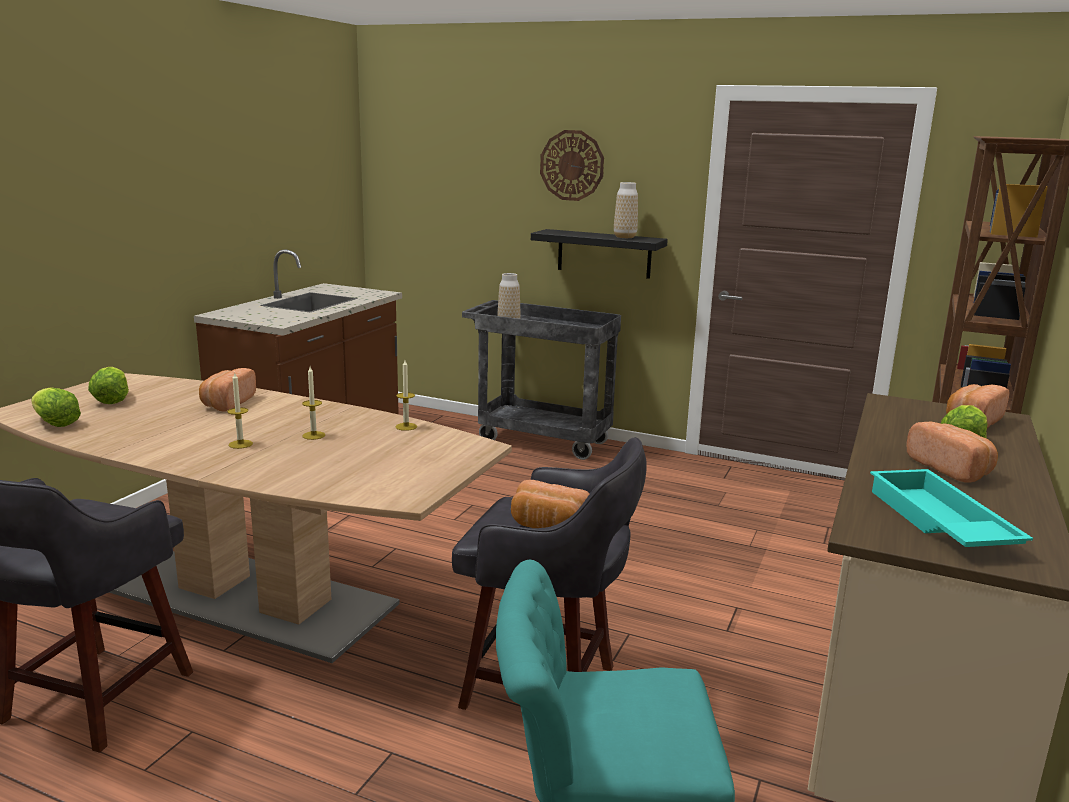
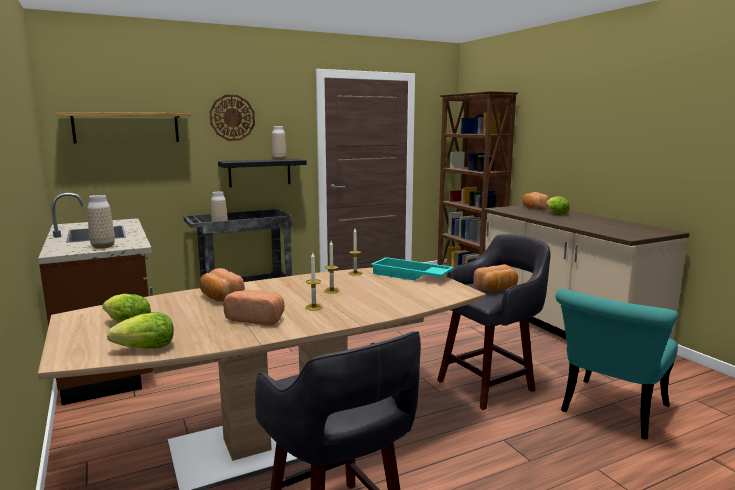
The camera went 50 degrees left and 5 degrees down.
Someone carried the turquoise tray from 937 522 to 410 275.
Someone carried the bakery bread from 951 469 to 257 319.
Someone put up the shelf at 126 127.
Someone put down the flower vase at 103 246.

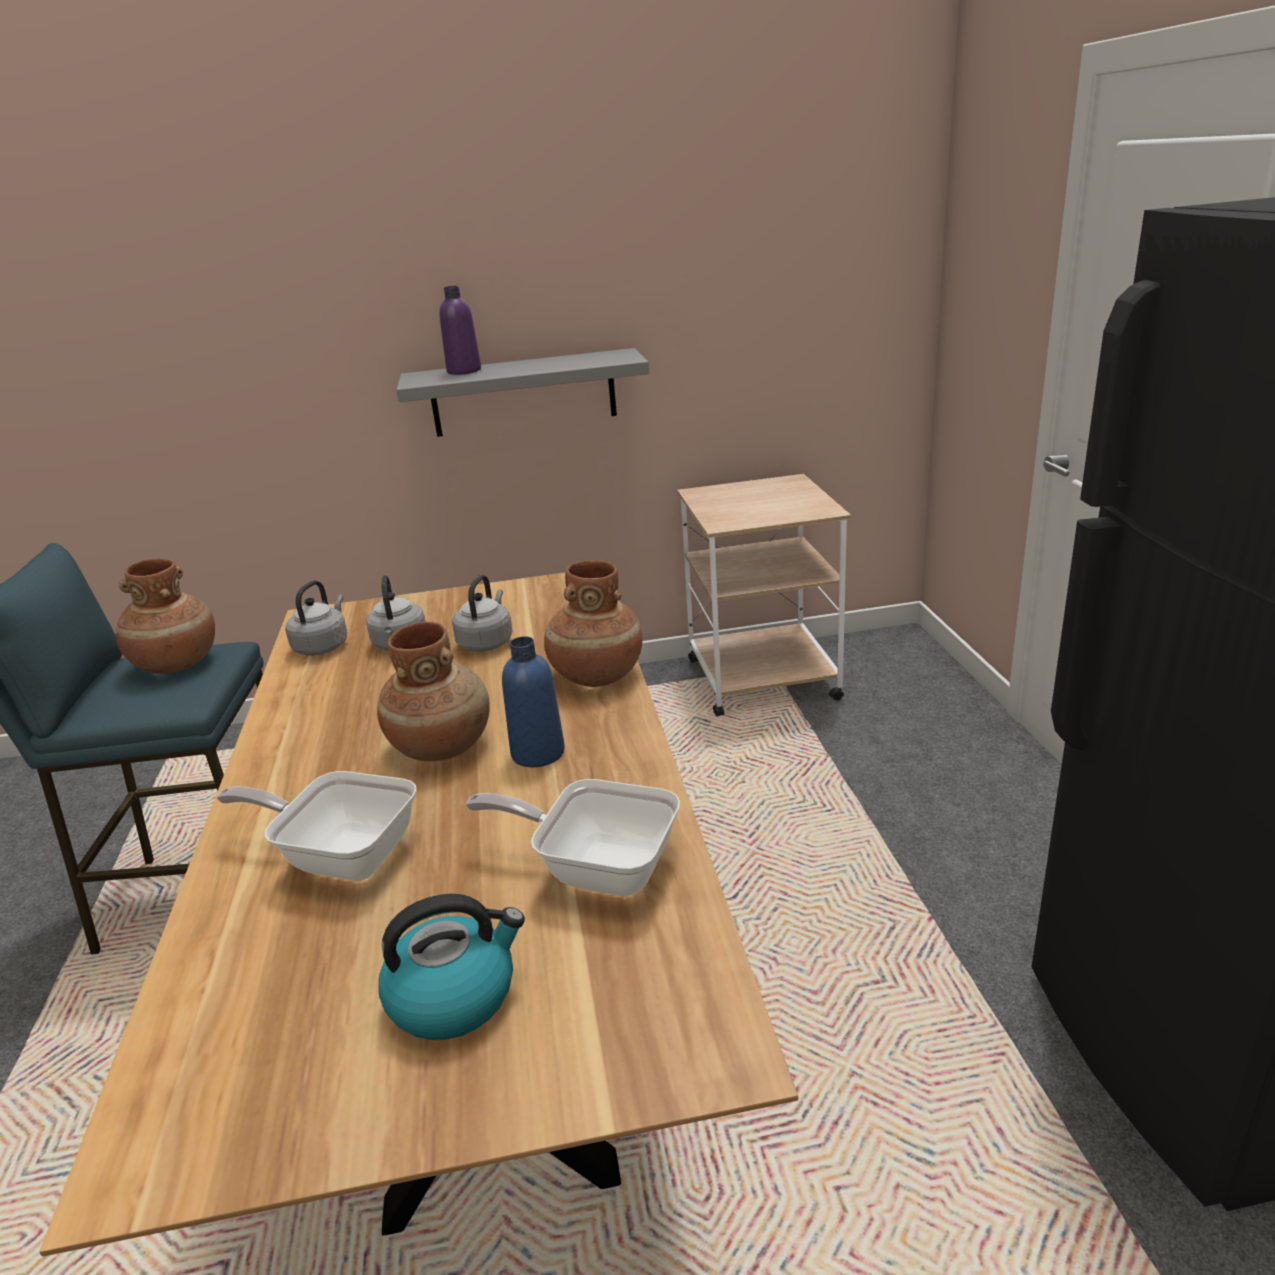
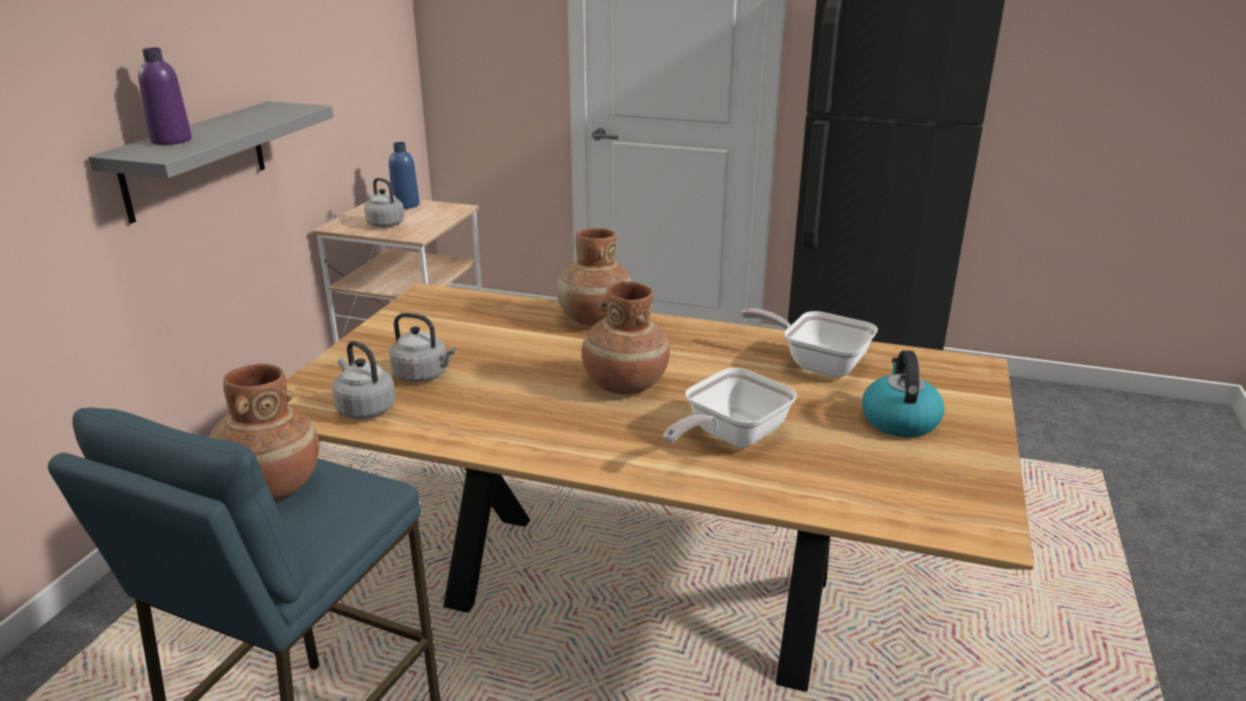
The camera went 65 degrees left and 0 degrees up.
Someone carried the greyish water kettle from 487 642 to 384 224.
Someone rotated the pan at 597 867 by 75 degrees clockwise.
Someone carried the blue bottle from 538 753 to 406 205.

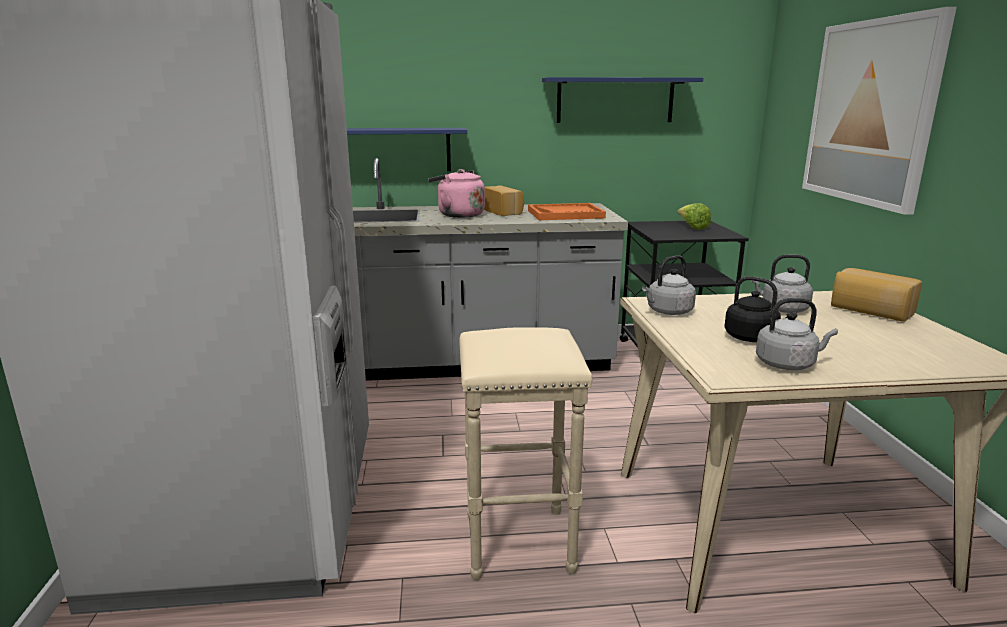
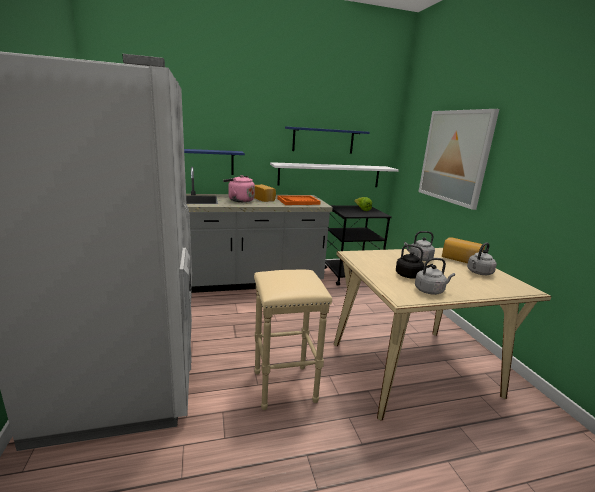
The camera went 10 degrees left and 0 degrees up.
Someone carried the greyish water kettle from 667 312 to 478 273.
Someone put up the white shelf at 329 175.

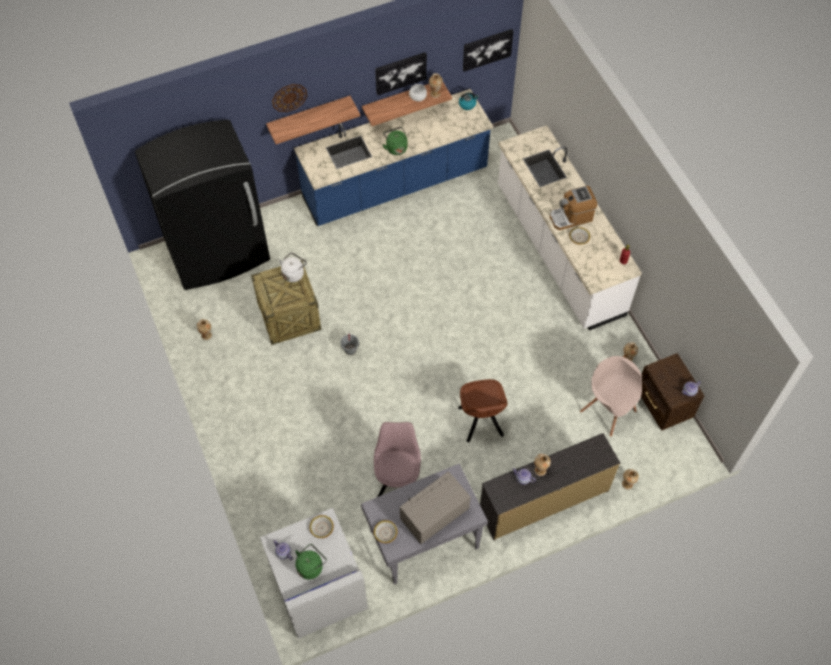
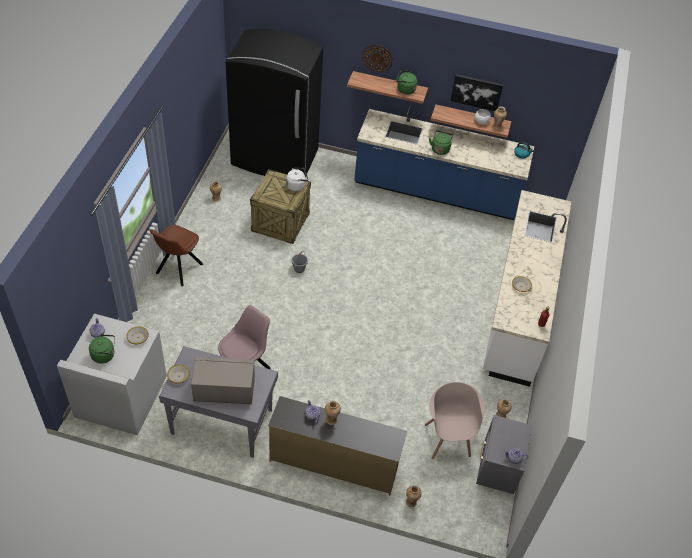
The camera went 35 degrees right and 10 degrees down.
Someone carried the brown plain chair from 481 422 to 178 268.
Someone took away the wall art at 487 49.
Someone took away the coffee maker at 571 217.
Someone repainted the brown bedside table at 663 406, which became the greyish bedside table at 496 469.
Someone put down the greenish water kettle at 404 90.

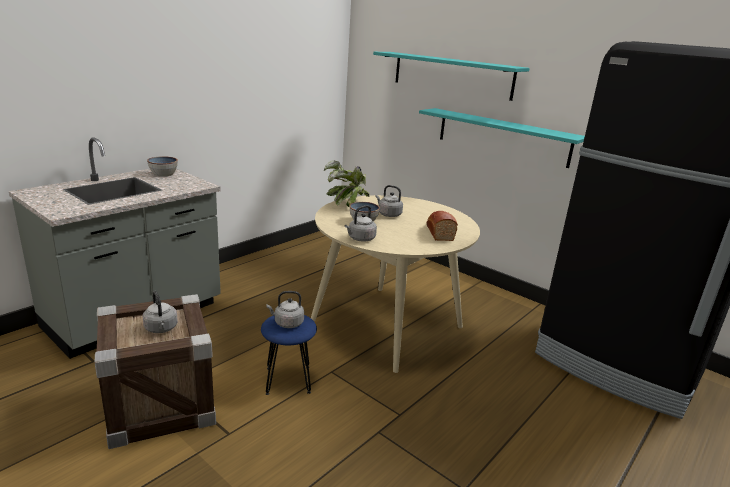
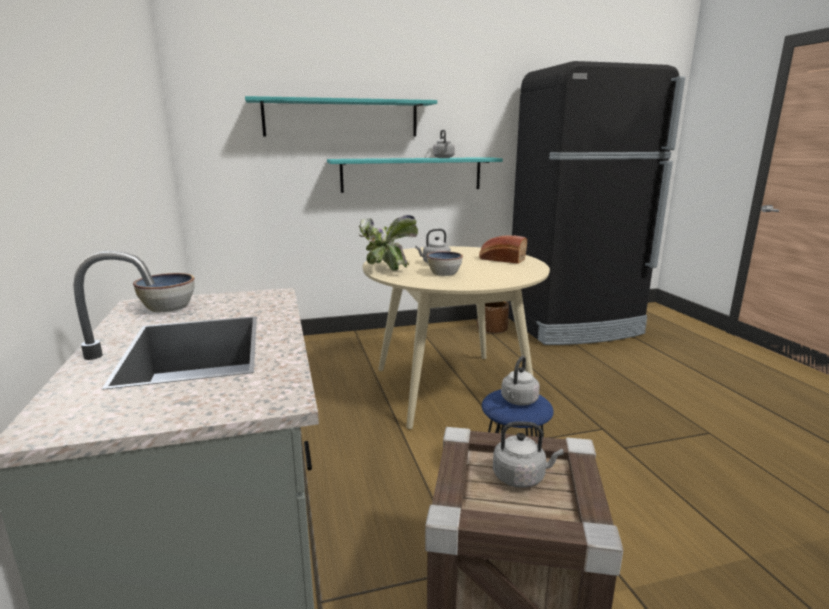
The camera went 55 degrees left and 5 degrees down.
Someone carried the greyish water kettle from 360 239 to 443 158.
Someone put down the brown plant pot at 492 329.

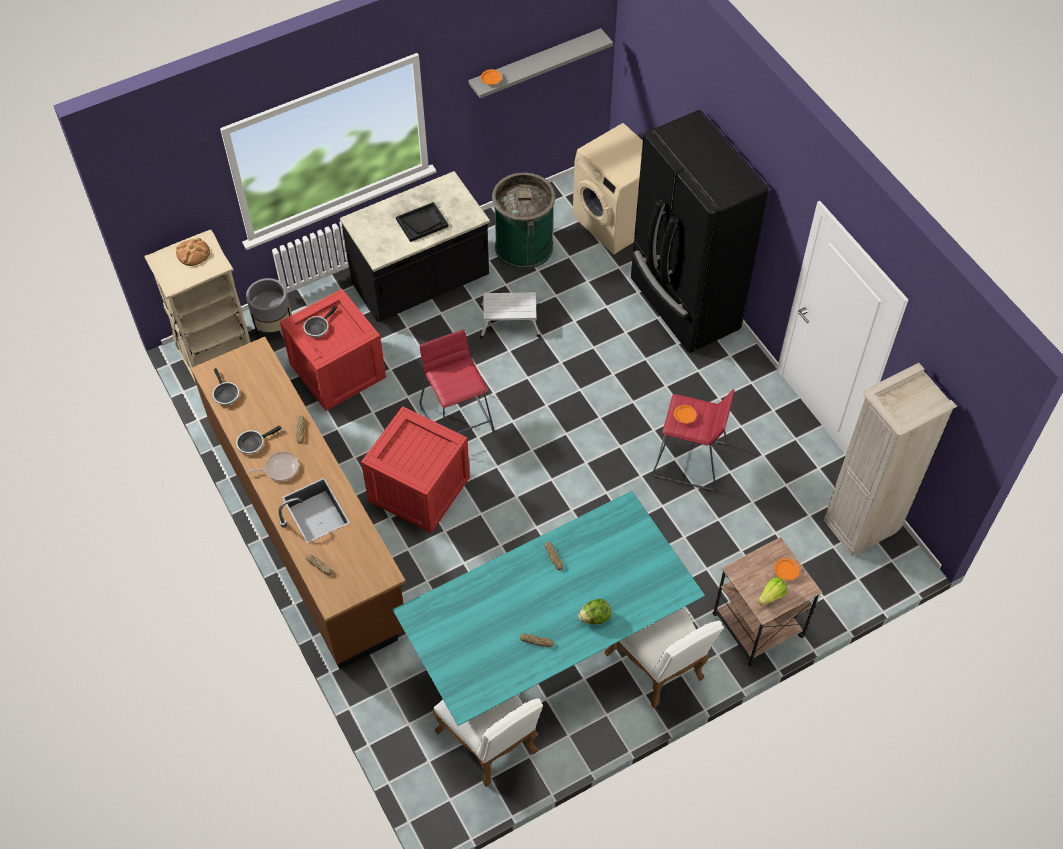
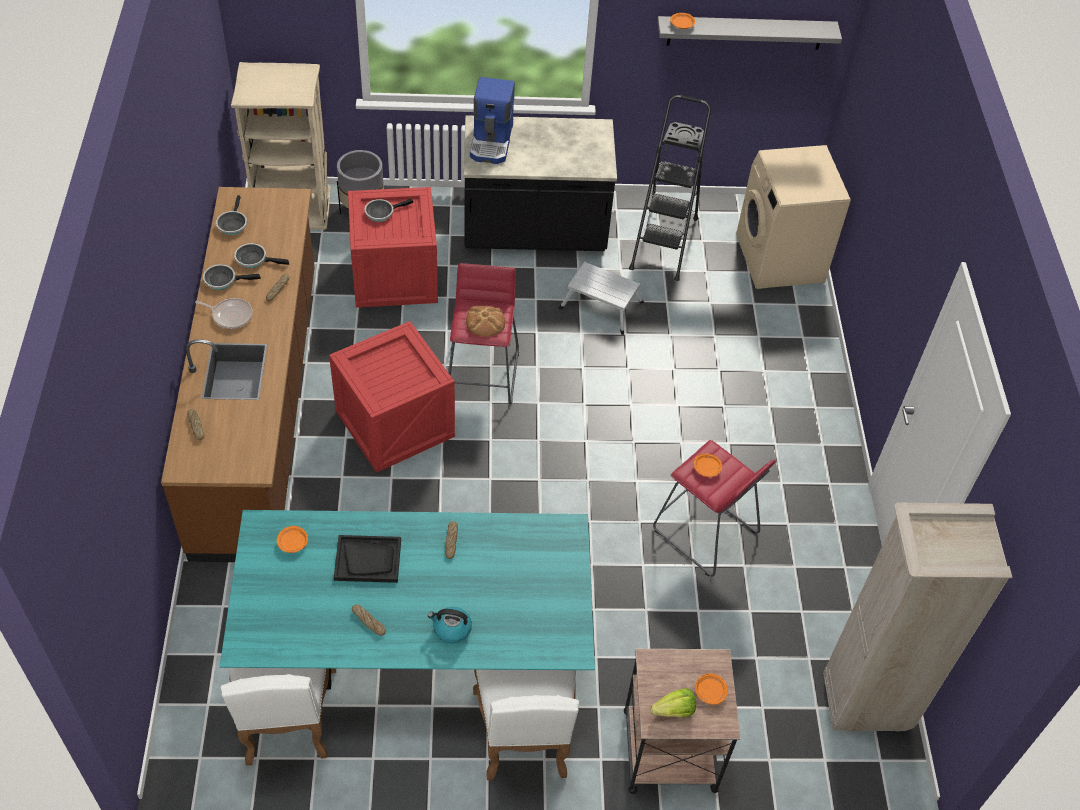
The camera went 25 degrees right and 5 degrees down.
Someone carried the bakery bread from 193 253 to 485 322.
Someone carried the blackish tray from 422 223 to 368 560.
Someone swapped the greenish trash can at 524 246 for the step stool at 664 241.
Someone swapped the lettuce head at 595 617 for the water kettle at 451 629.
Someone took away the blackish kitchen fridge at 681 305.
Someone put down the pan at 254 259.
Someone put down the orangey plate at 293 543.
Someone put down the coffee maker at 492 141.

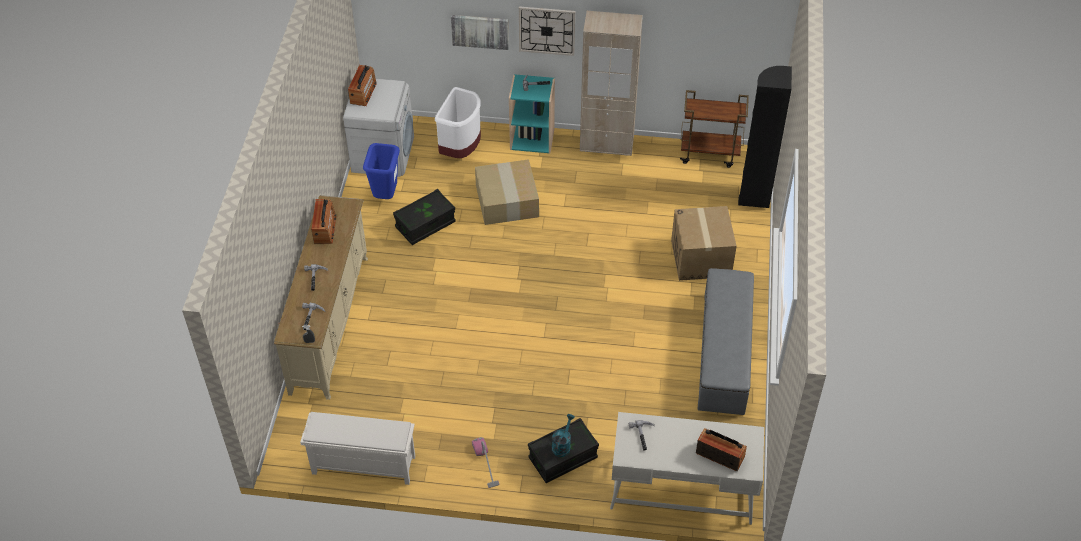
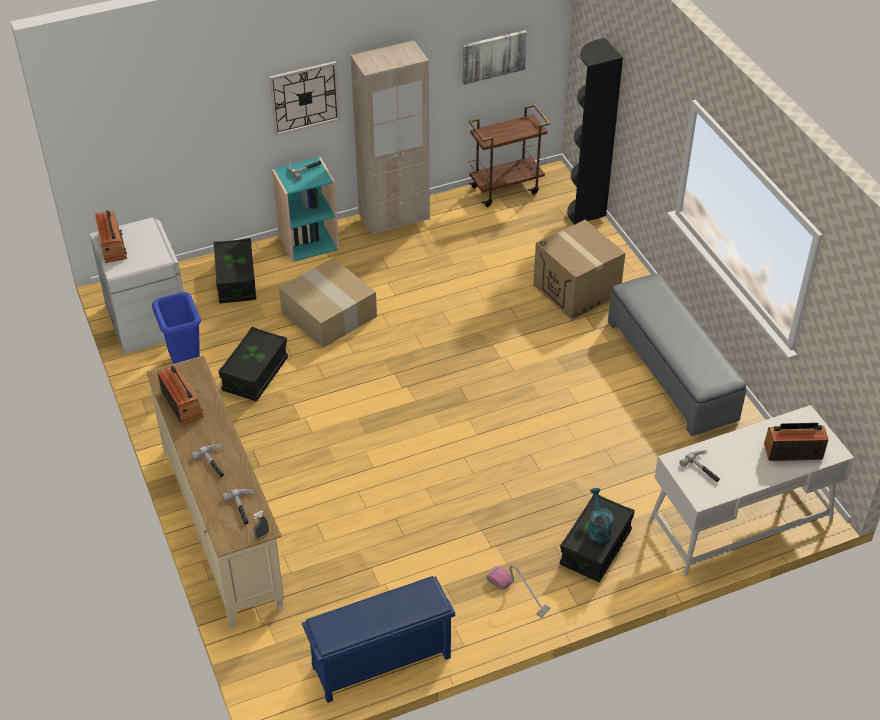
The camera went 30 degrees left and 5 degrees down.
Someone repainted the white shoe rack at 362 465, which became the blue shoe rack at 380 663.
Someone swapped the white trash can at 461 149 for the blackish storage box at 236 281.
Someone carried the wall art from 480 31 to 493 56.

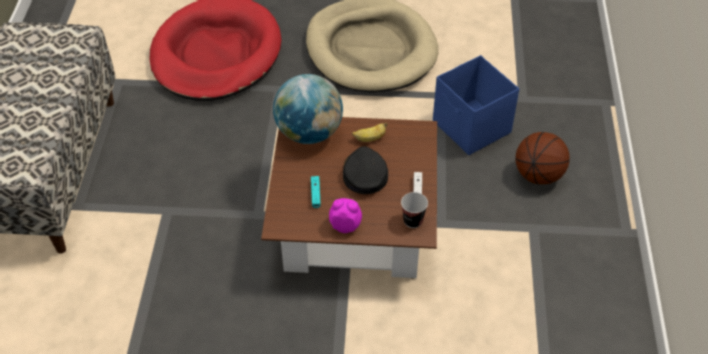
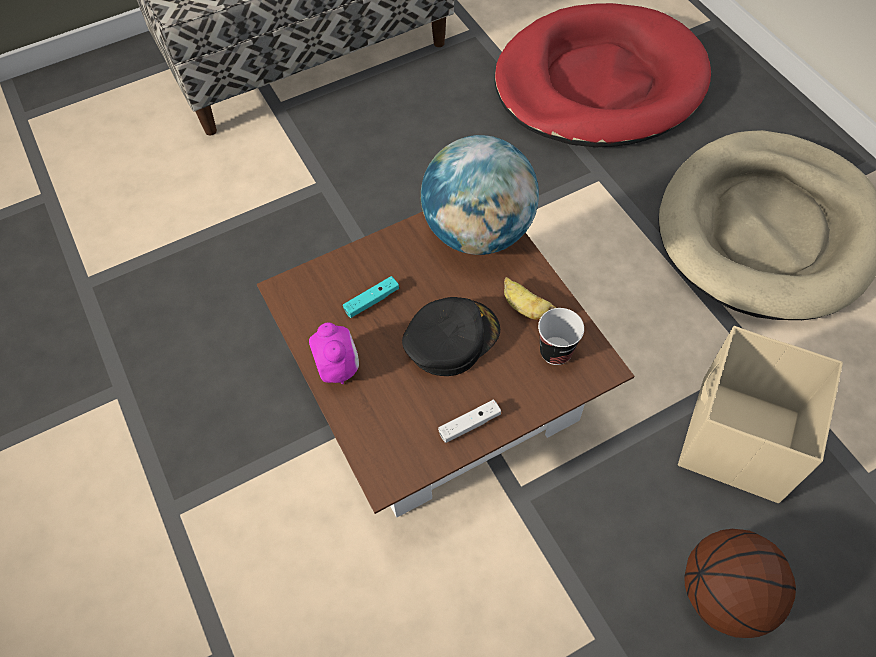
The camera went 60 degrees right and 10 degrees up.
Someone carried the cup from 413 221 to 555 352.
Someone repainted the blue storage box at 471 128, which became the sand-coloured storage box at 737 441.

